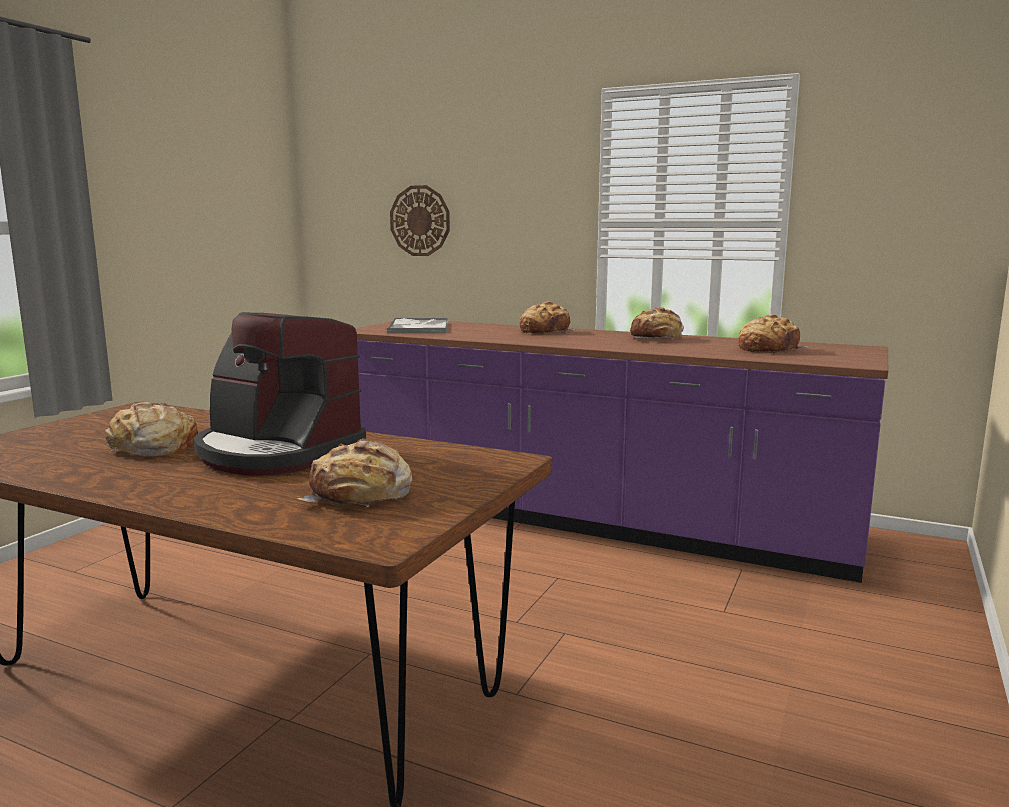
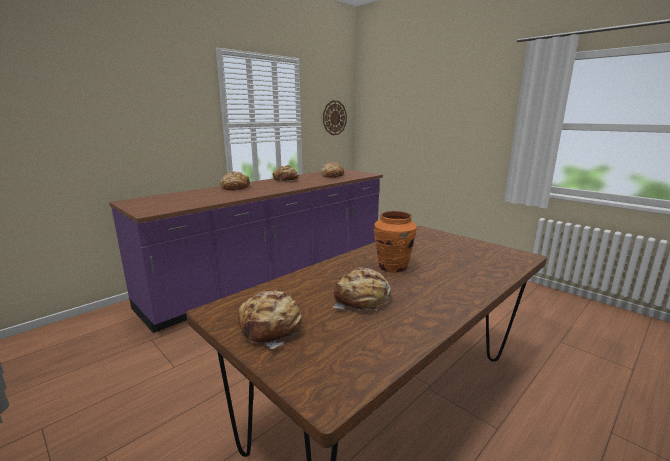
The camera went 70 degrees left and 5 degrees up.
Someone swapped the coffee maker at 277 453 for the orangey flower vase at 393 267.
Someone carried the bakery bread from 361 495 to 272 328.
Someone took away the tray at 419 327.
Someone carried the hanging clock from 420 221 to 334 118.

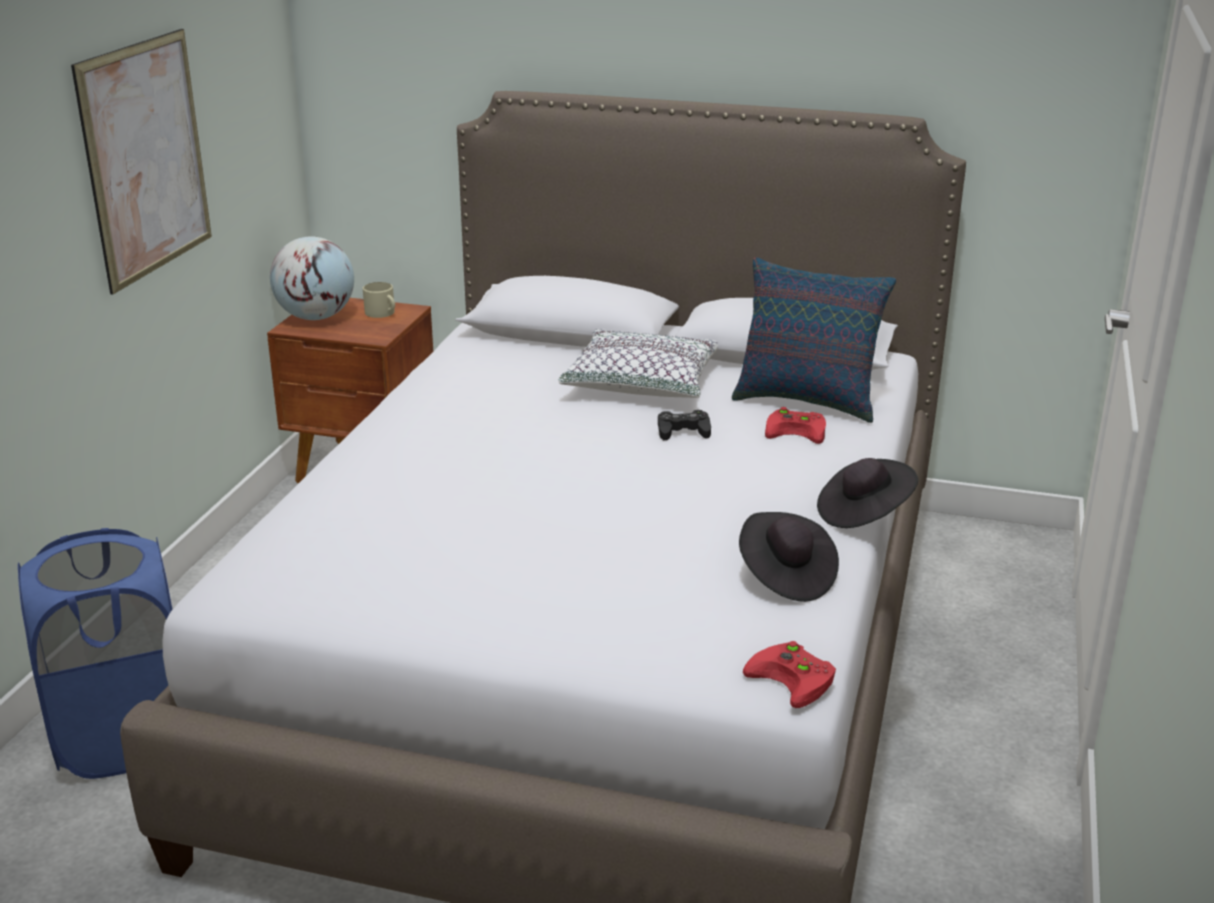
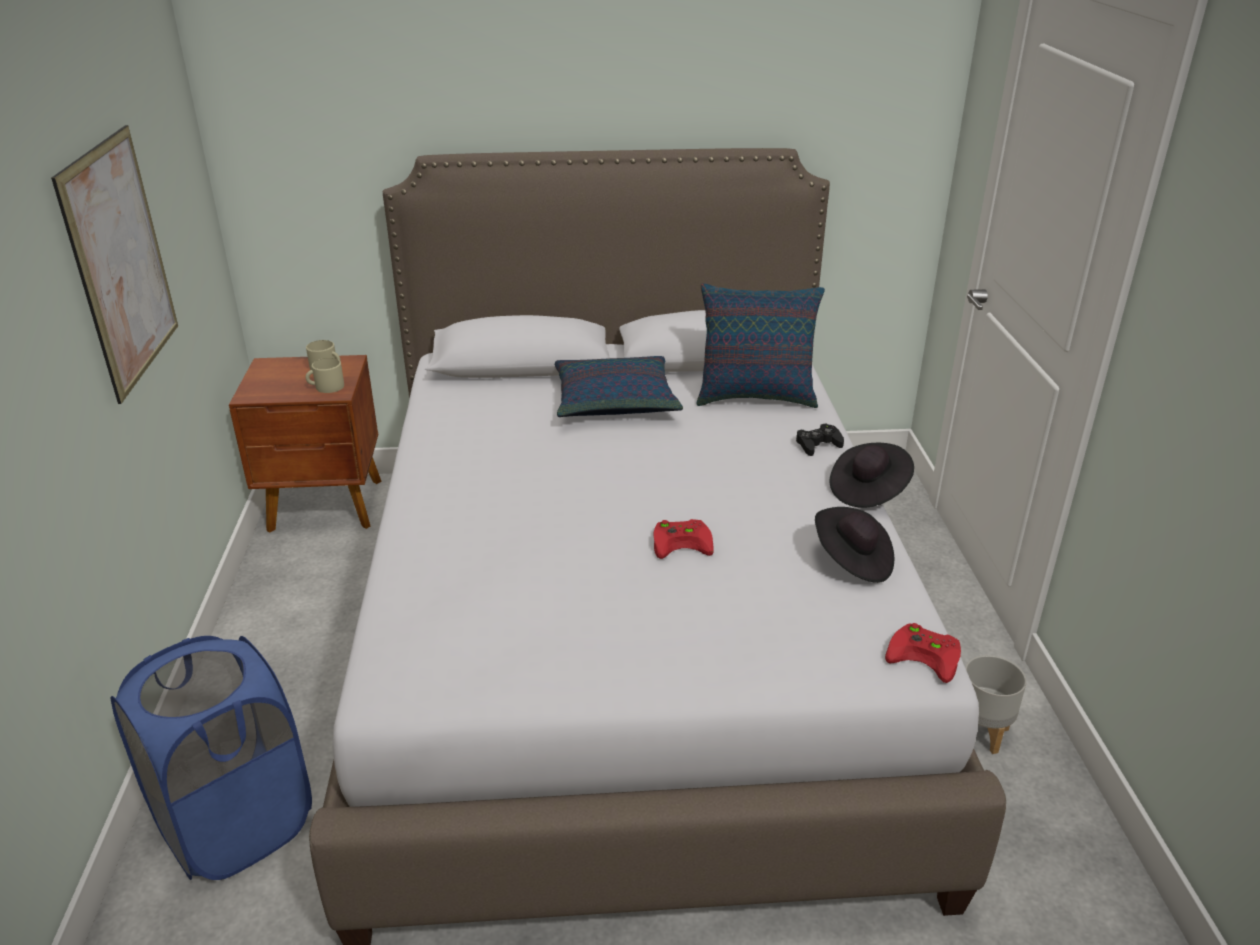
The camera went 20 degrees left and 5 degrees up.
Someone took away the world globe at 316 317.
Someone repainted the white pillow at 643 382, which became the blue pillow at 614 401.
Someone carried the blackish game controller from 683 431 to 818 445.
Someone carried the red-coloured game controller from 798 430 to 683 541.
Someone put down the sand-coloured mug at 326 387.
Someone put down the greyish plant pot at 982 733.

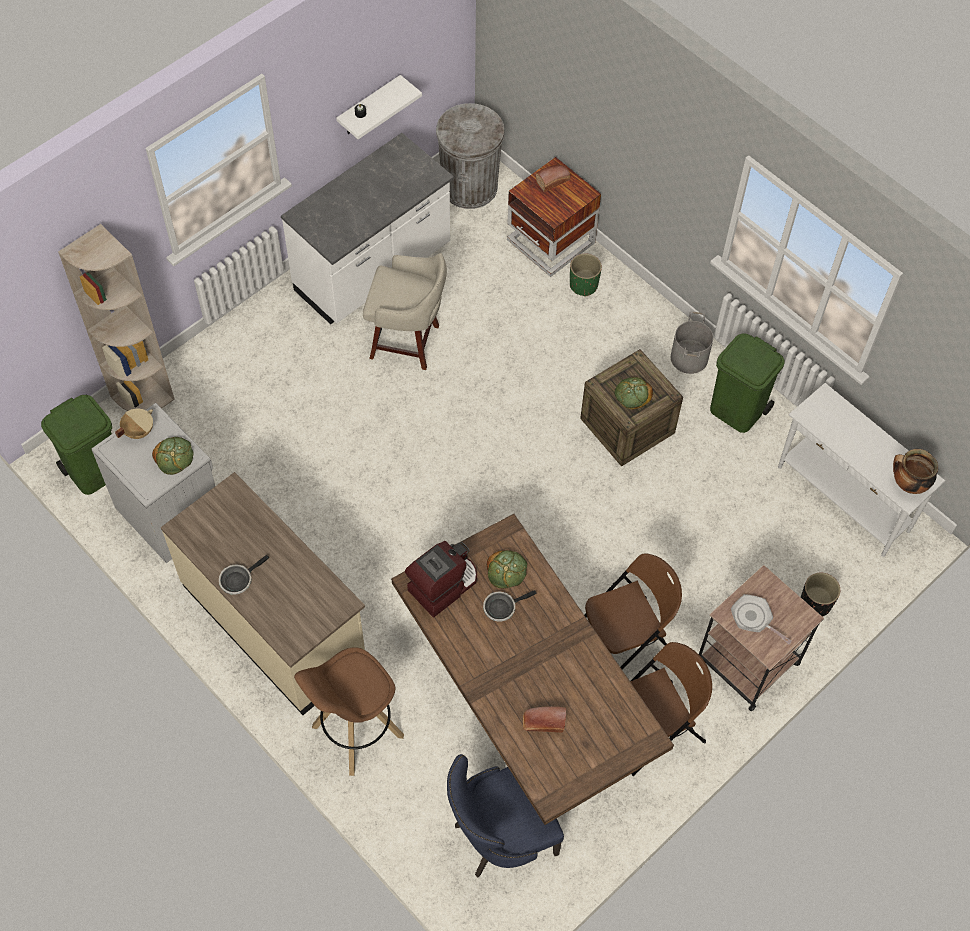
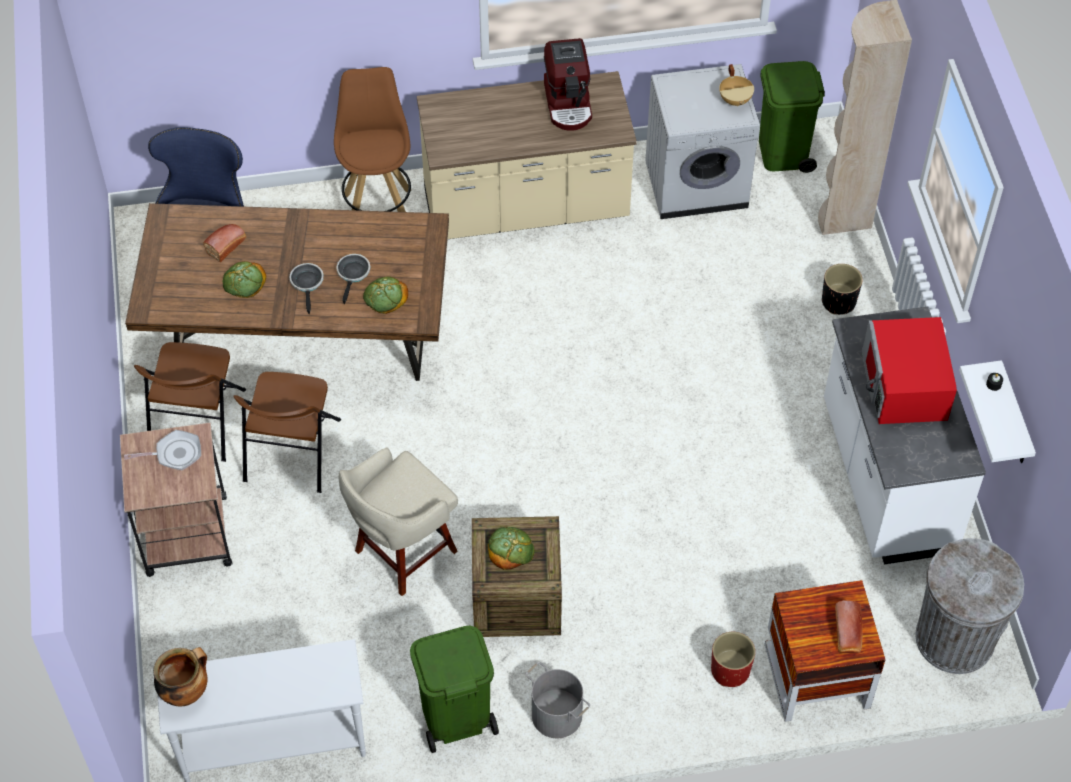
The camera went 125 degrees right and 5 degrees down.
Someone carried the bakery bread from 174 456 to 244 282.
Someone carried the pan from 238 580 to 307 283.
Someone carried the sand-coloured stool from 408 343 to 402 554.
Someone carried the coffee maker from 443 585 to 569 103.
Someone repainted the greenish plant pot at 584 285, which became the red-coloured plant pot at 730 671.
Someone carried the blackish plant pot from 815 603 to 839 302.
Someone put down the red-coloured microwave oven at 904 386.

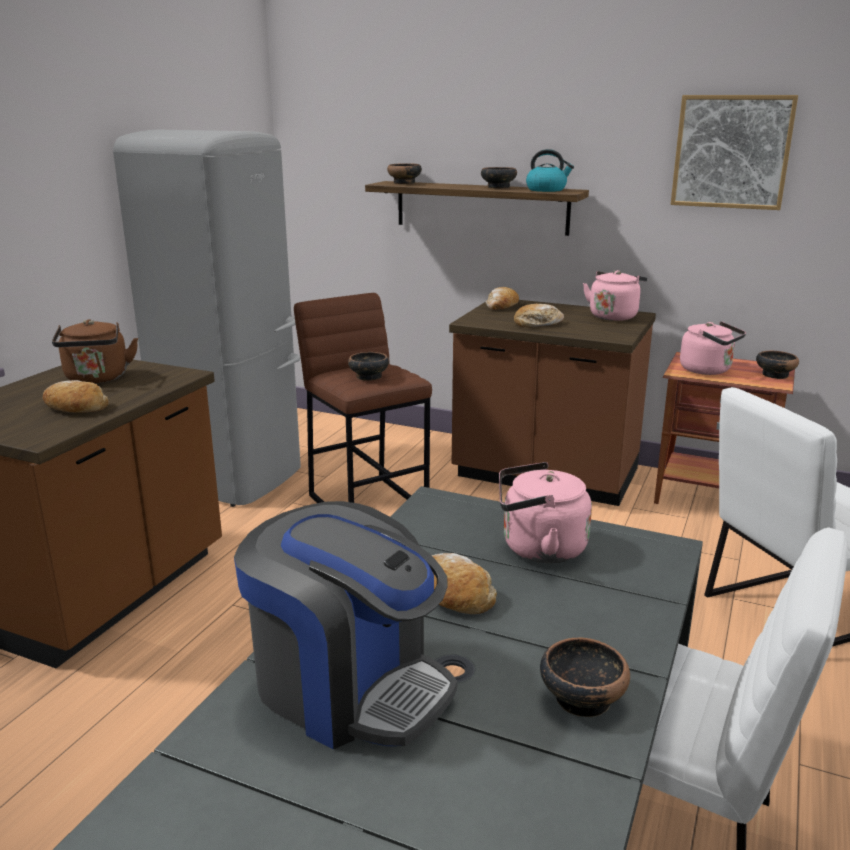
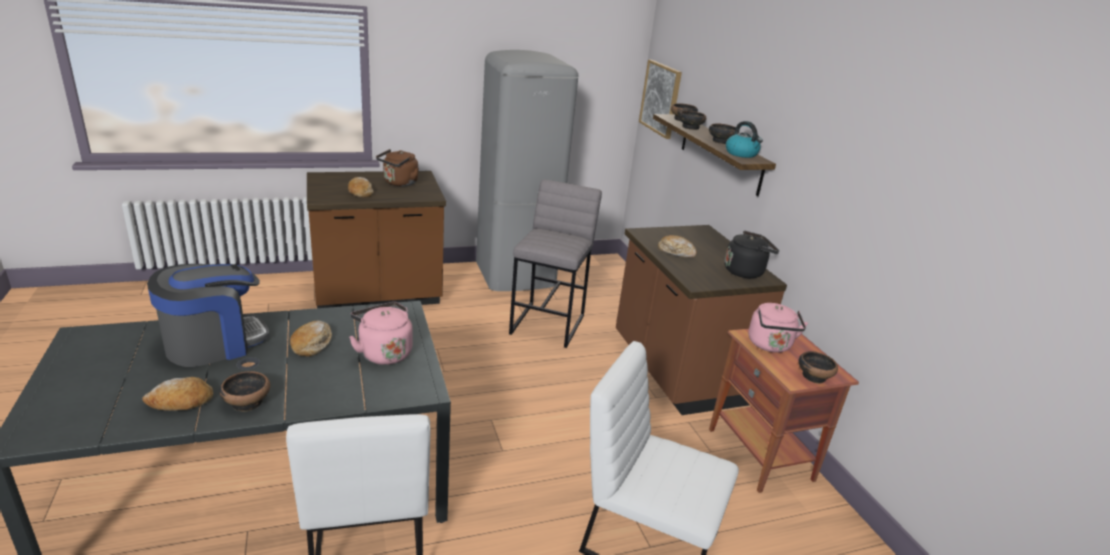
The camera went 45 degrees right and 5 degrees up.
Someone rotated the coffee maker at 349 686 by 120 degrees counterclockwise.
Someone repainted the brown stool at 366 503, which became the greyish stool at 548 323.
Someone carried the serving bowl from 368 377 to 690 127.
Someone carried the bakery bread from 501 306 to 180 402.
Someone repainted the pink water kettle at 613 316, which became the blackish water kettle at 745 271.
Someone carried the wall art from 731 152 to 660 98.

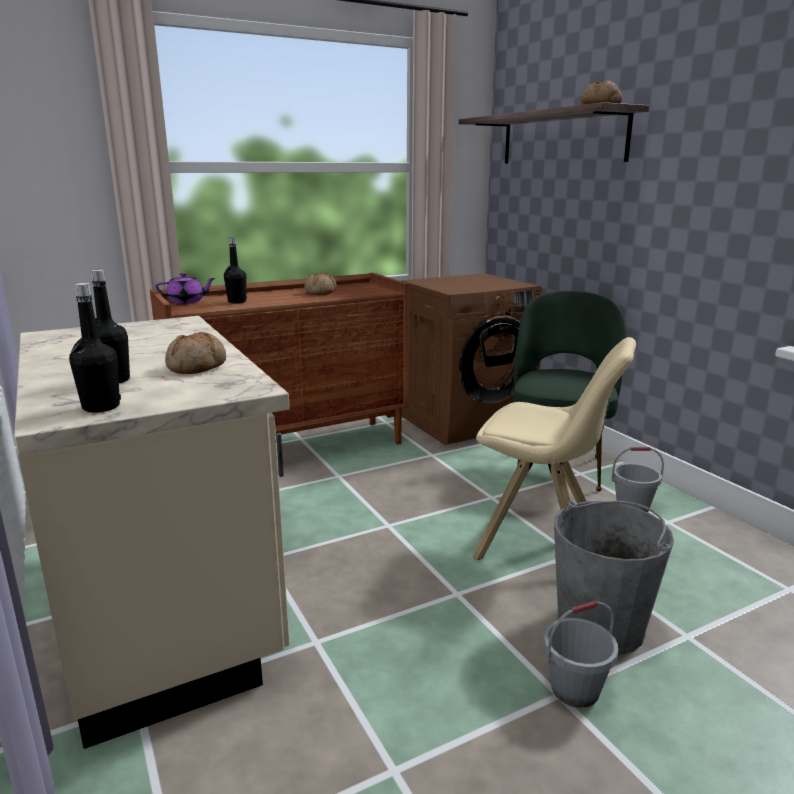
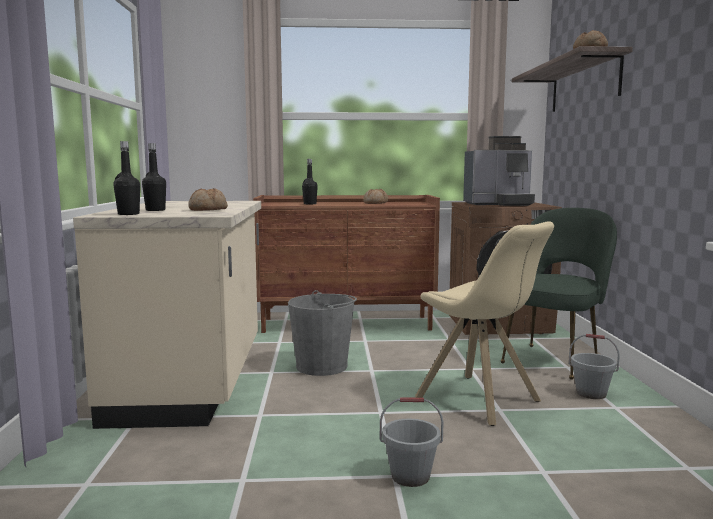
The camera went 25 degrees right and 10 degrees down.
Someone took away the purplish tea pot at 187 301.
Someone carried the greyish pail from 601 625 to 322 366.
Someone put down the coffee maker at 499 204.

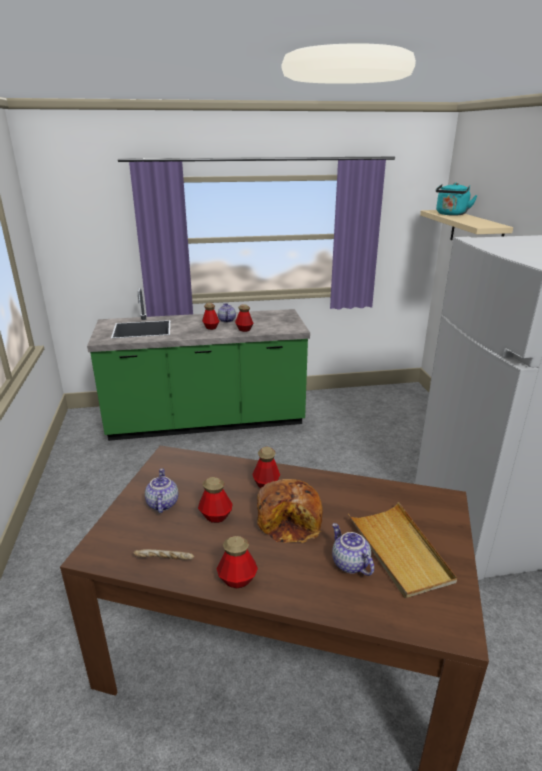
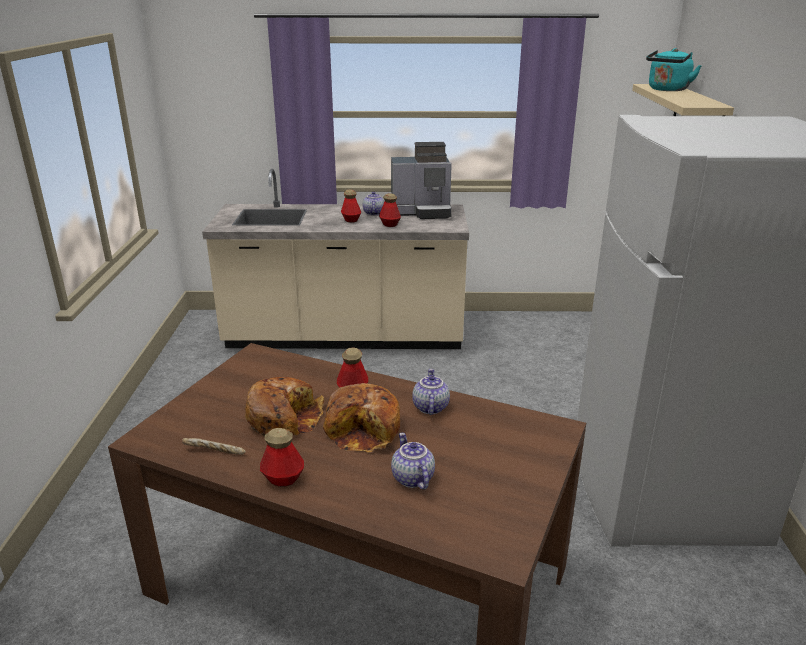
The camera went 10 degrees right and 0 degrees up.
Someone repainted the greenish kitchen counter at 206 422, which became the sand-coloured kitchen counter at 345 337.
Someone carried the tea pot from 162 503 to 429 407.
Someone swapped the bottle at 215 516 for the bakery bread at 284 417.
Someone took away the sand-coloured tray at 399 551.
Someone put down the coffee maker at 422 212.

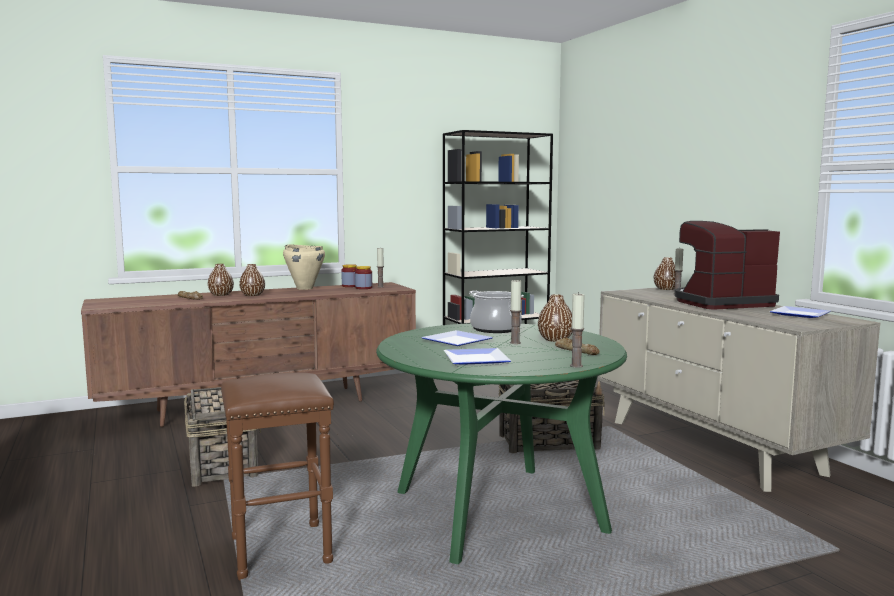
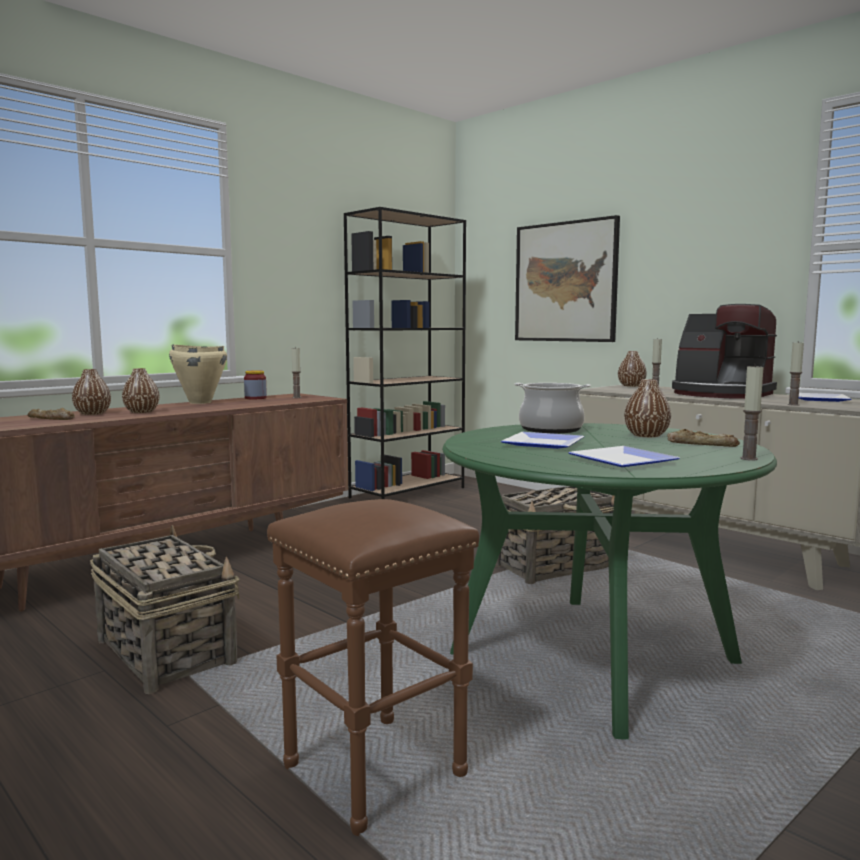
The camera went 20 degrees left and 0 degrees up.
Someone took away the jar at 363 288.
Someone carried the wax light from 515 343 to 793 404.
Someone rotated the coffee maker at 721 303 by 105 degrees counterclockwise.
Someone put up the wall art at 565 282.

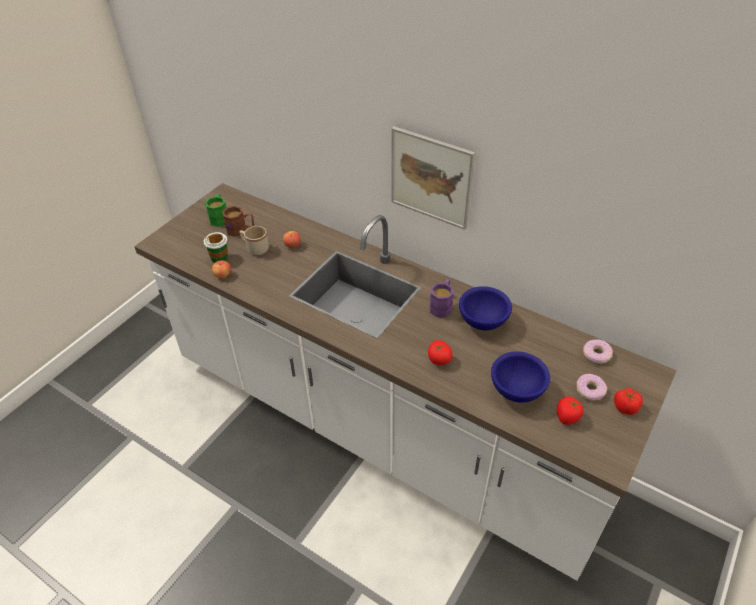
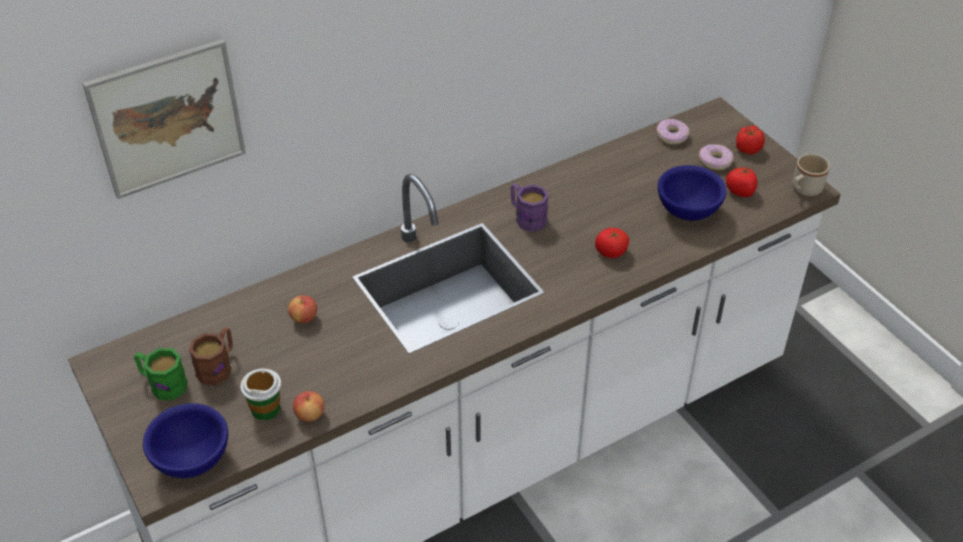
The camera went 65 degrees left and 0 degrees up.
Someone carried the sand-coloured mug from 255 248 to 803 190.
Someone carried the wall art from 431 178 to 168 118.
Someone carried the blue serving bowl from 482 321 to 191 460.

